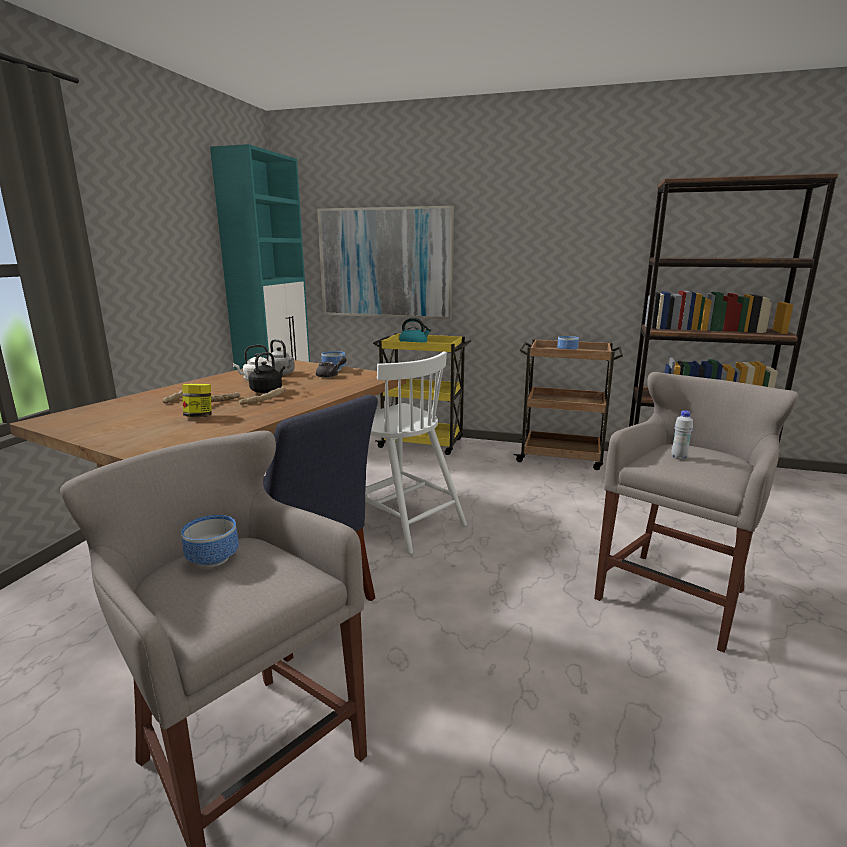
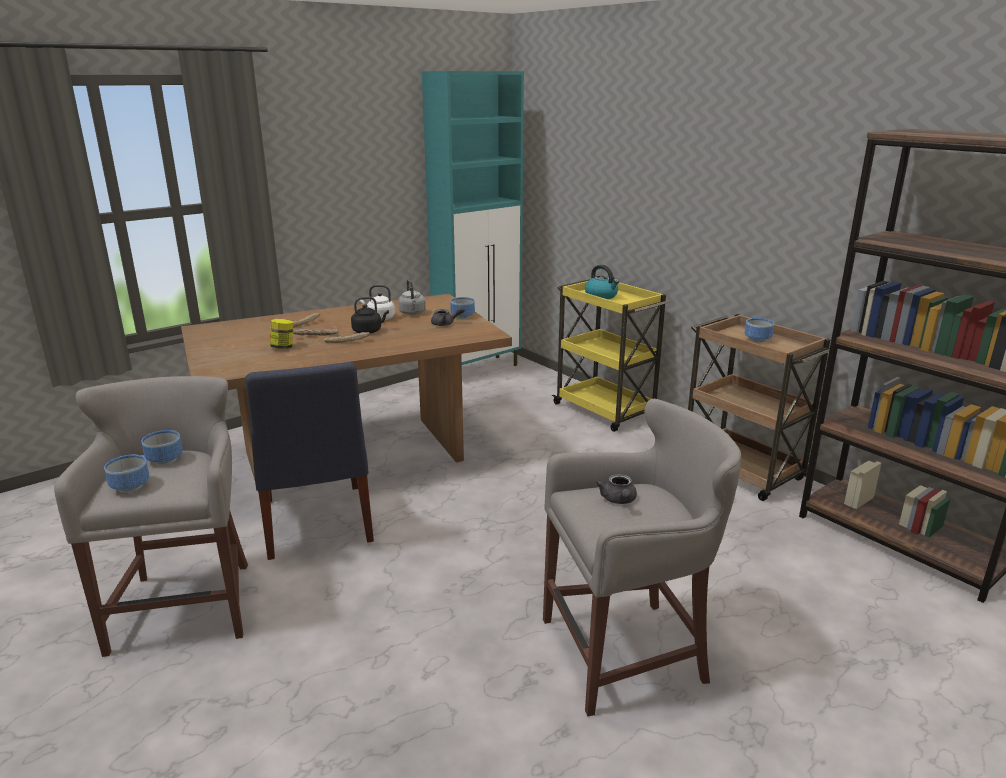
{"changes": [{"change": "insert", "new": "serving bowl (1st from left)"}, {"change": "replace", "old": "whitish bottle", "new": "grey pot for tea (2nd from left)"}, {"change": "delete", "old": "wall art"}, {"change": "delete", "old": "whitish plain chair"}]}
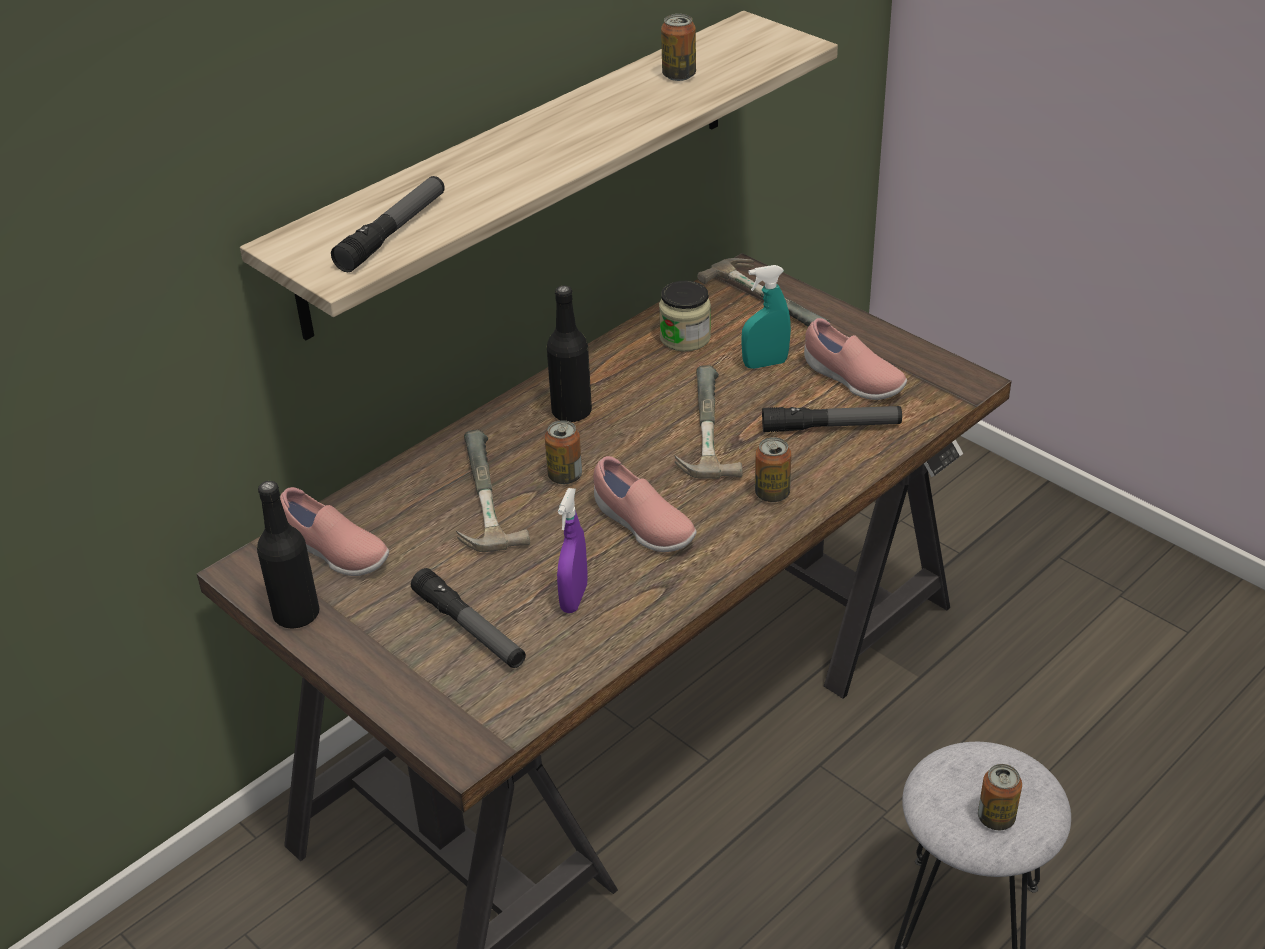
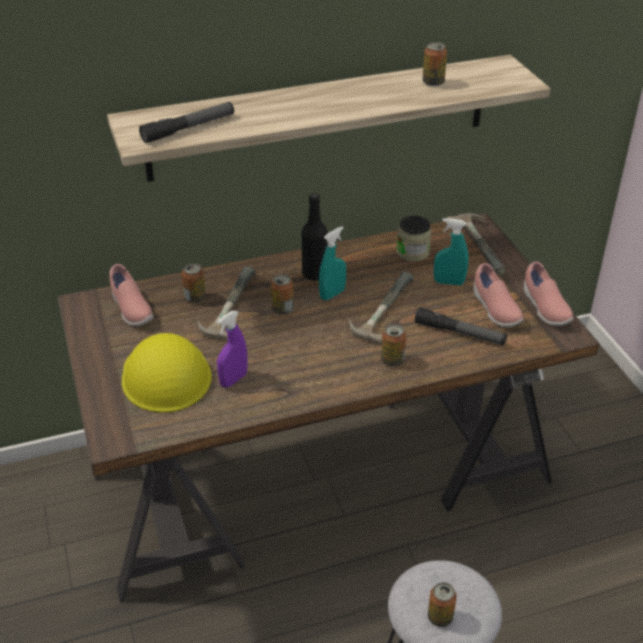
{"changes": [{"change": "replace", "old": "flashlight (2nd from left)", "new": "yellowish hard hat"}, {"change": "insert", "new": "metal can (1st from left)"}, {"change": "insert", "new": "blue-green sprayer (1st from left)"}, {"change": "move", "old": "pink low shoe (2nd from left in the first image)", "new": "pink low shoe (3rd from left)"}, {"change": "delete", "old": "blackish bottle (1st from left)"}]}
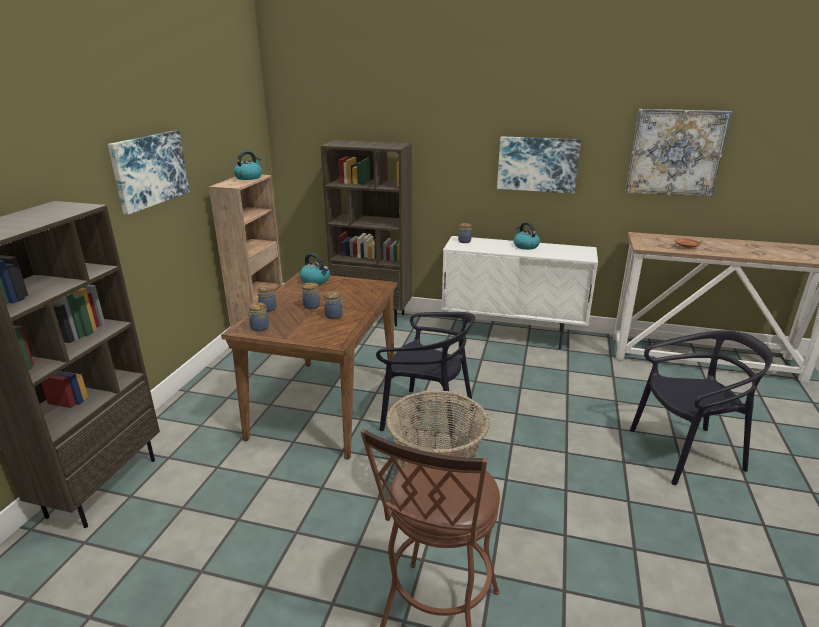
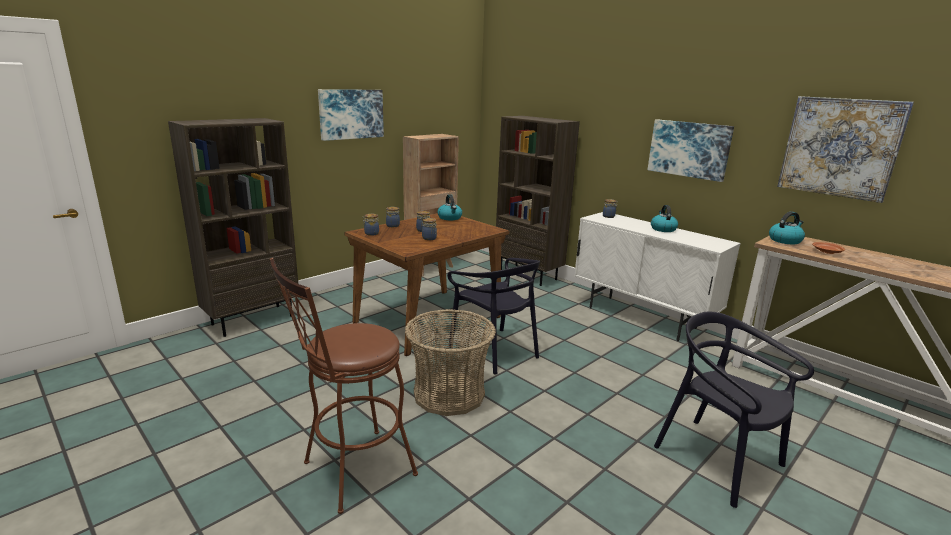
{"changes": [{"change": "rotate", "old": "blackish plain chair (2nd from left)", "degrees": -150}, {"change": "move", "old": "water kettle (1st from left in the first image)", "new": "water kettle (3rd from left)"}]}
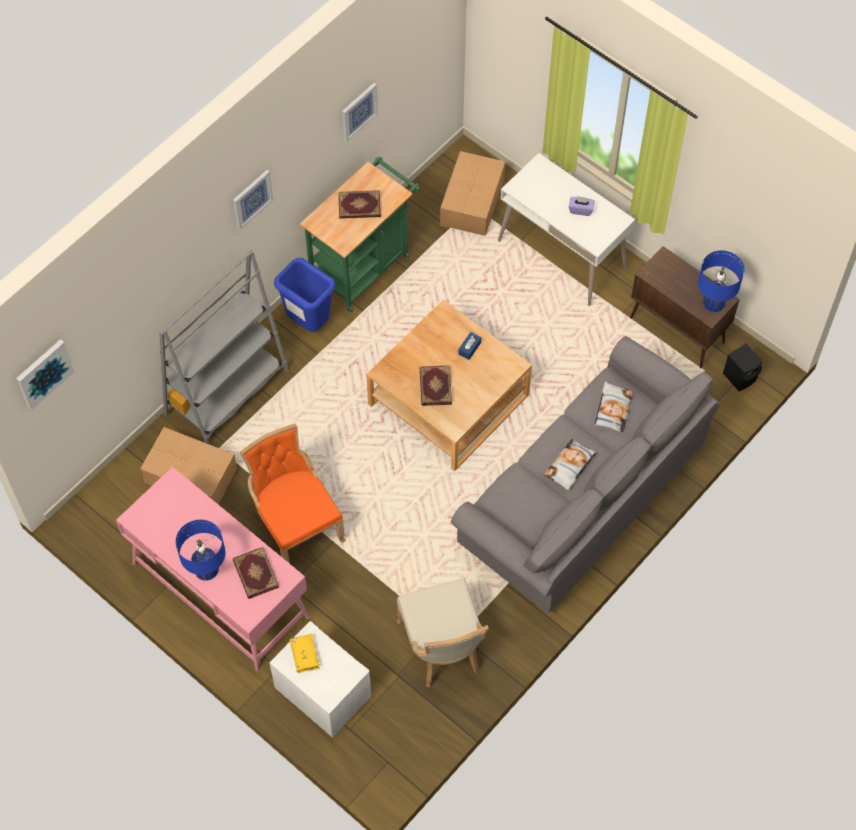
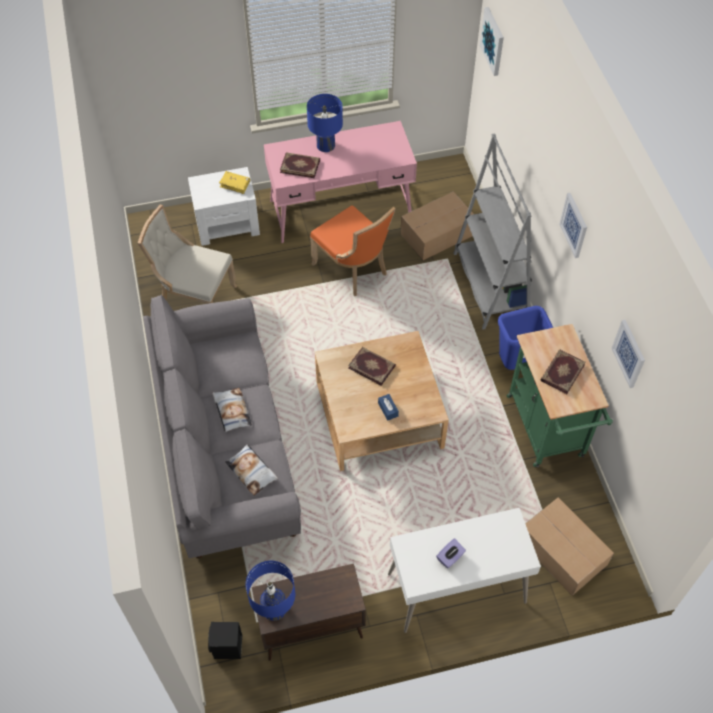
{"changes": [{"change": "rotate", "old": "orange plain chair", "degrees": 45}]}
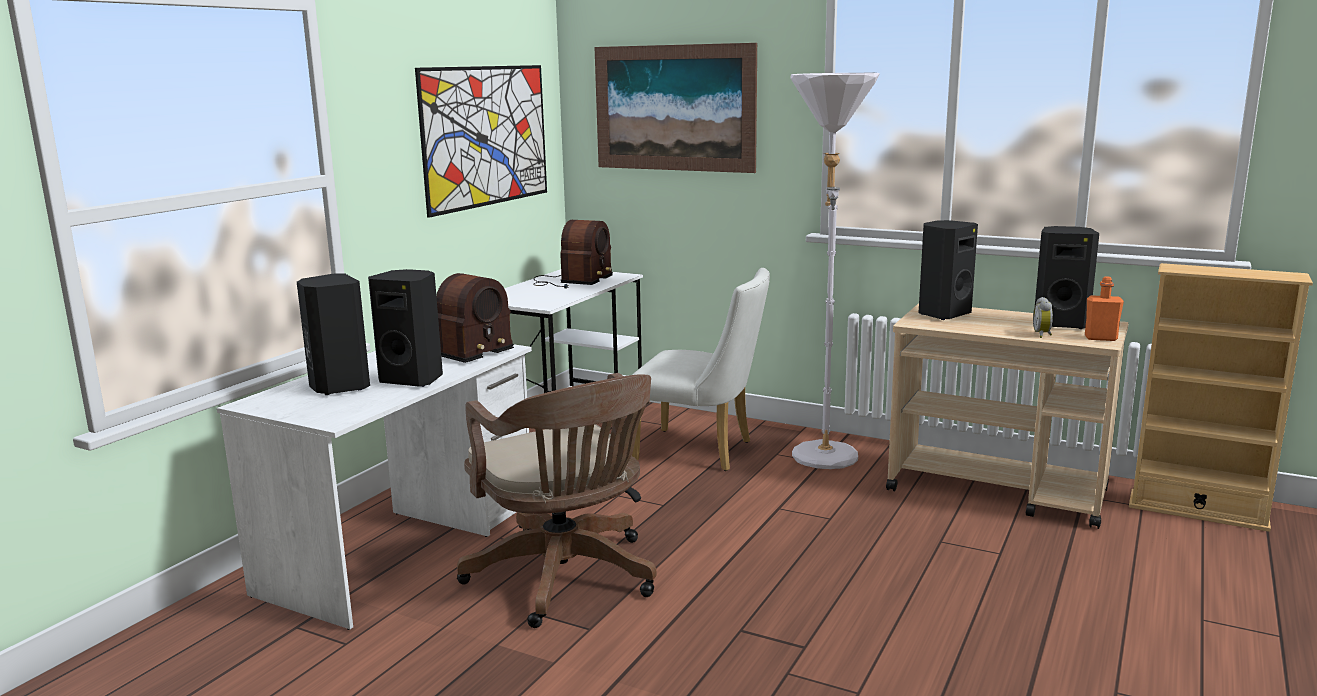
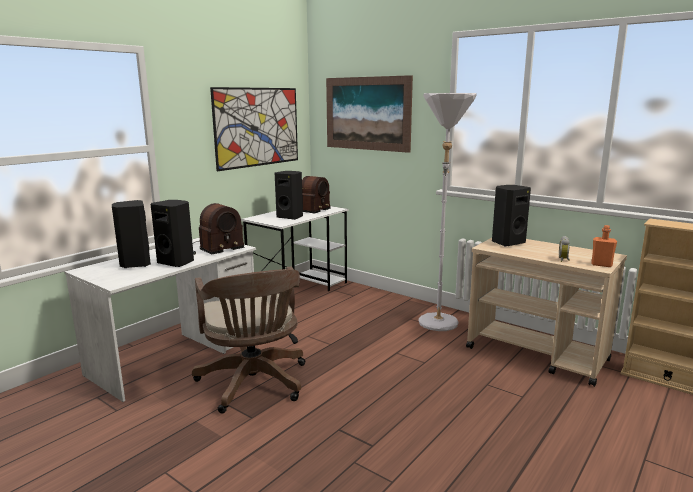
{"changes": [{"change": "move", "old": "blackish speaker (4th from left in the first image)", "new": "blackish speaker (3rd from left)"}, {"change": "delete", "old": "whitish plain chair"}]}
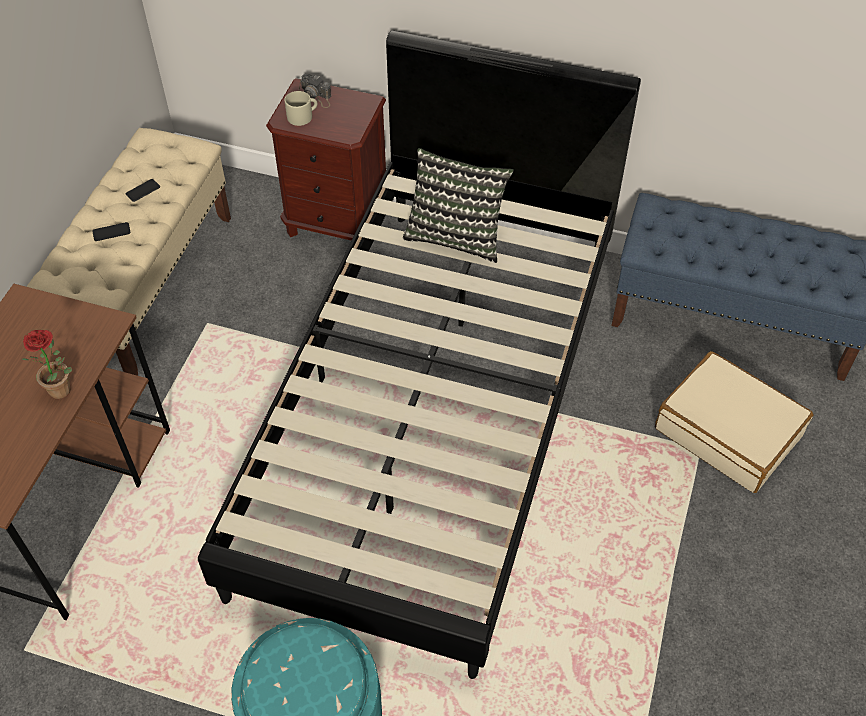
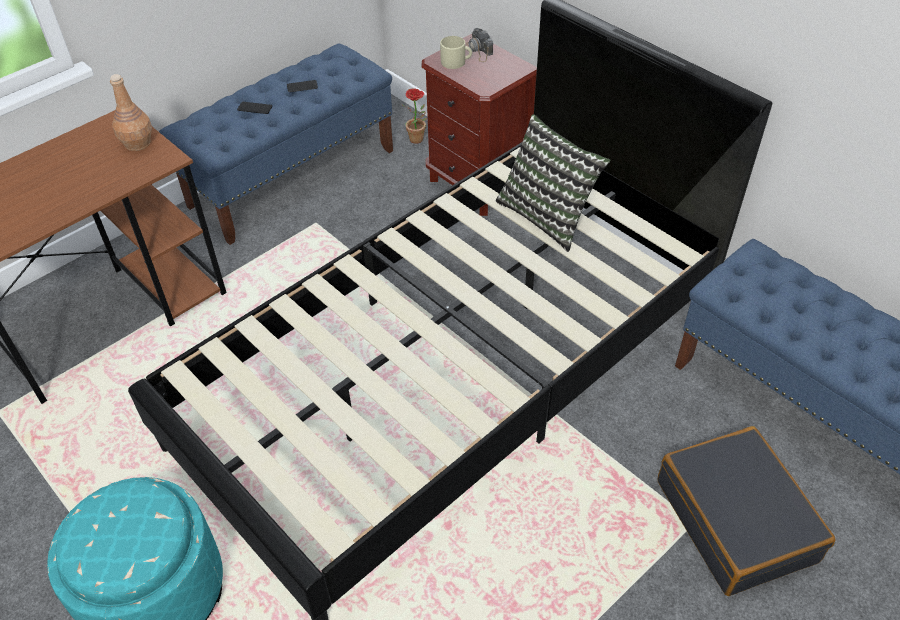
{"changes": [{"change": "insert", "new": "brownish bottle"}, {"change": "recolor", "old": "beige indoor bench", "new": "bluish indoor bench (1st from left)"}, {"change": "move", "old": "potted plant"}, {"change": "recolor", "old": "beige suitcase", "new": "blackish suitcase"}]}
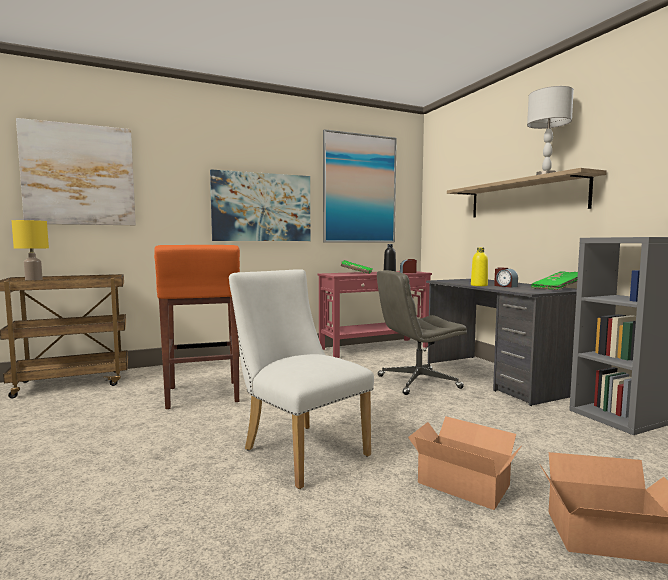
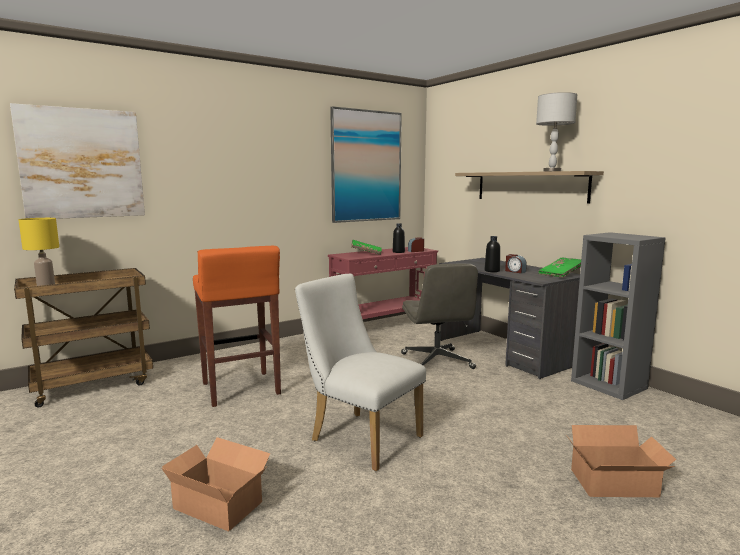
{"changes": [{"change": "move", "old": "packing box (1st from left)"}, {"change": "rotate", "old": "grey office chair", "degrees": -75}, {"change": "recolor", "old": "yellowish bottle", "new": "blackish bottle (2nd from left)"}, {"change": "delete", "old": "wall art (2nd from left)"}]}
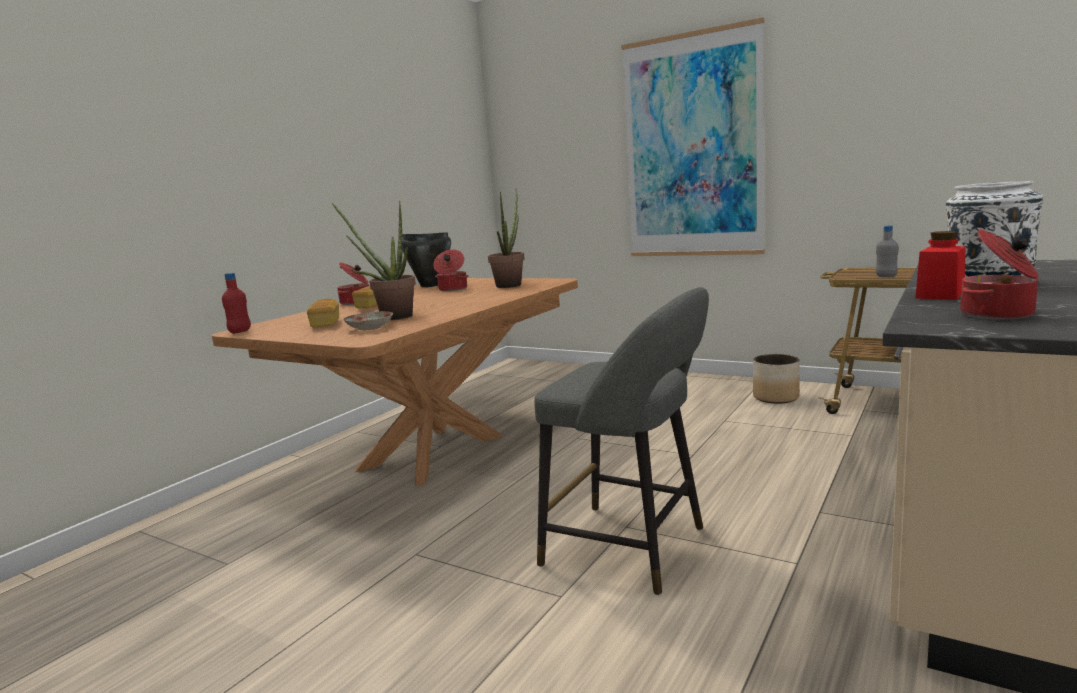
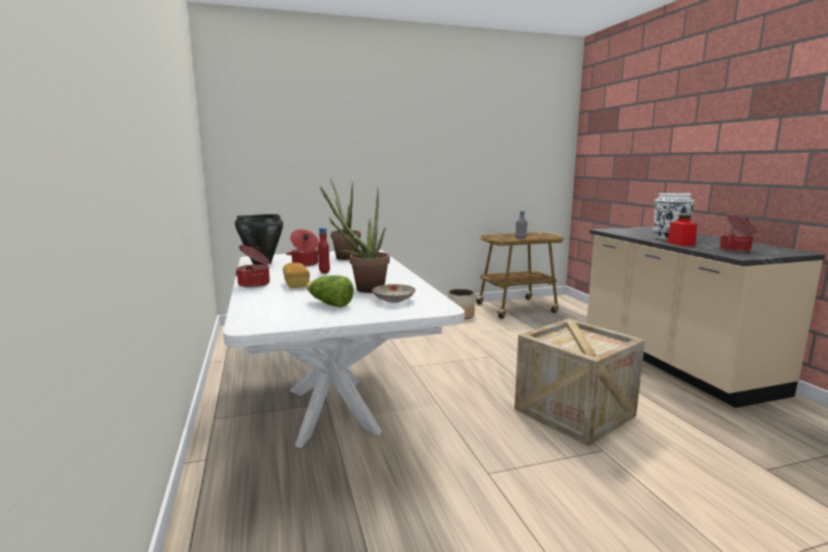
{"changes": [{"change": "recolor", "old": "brownish dinner table", "new": "whitish dinner table"}, {"change": "replace", "old": "baked bread (1st from left)", "new": "head of lettuce"}, {"change": "move", "old": "red bottle"}, {"change": "replace", "old": "grey stool", "new": "crate"}, {"change": "delete", "old": "wall art"}]}
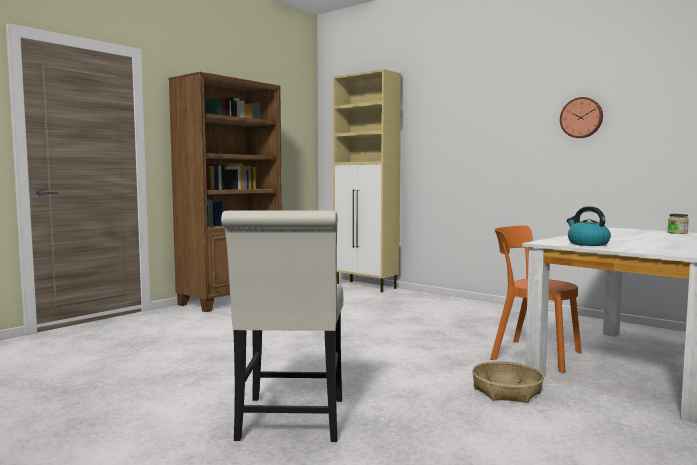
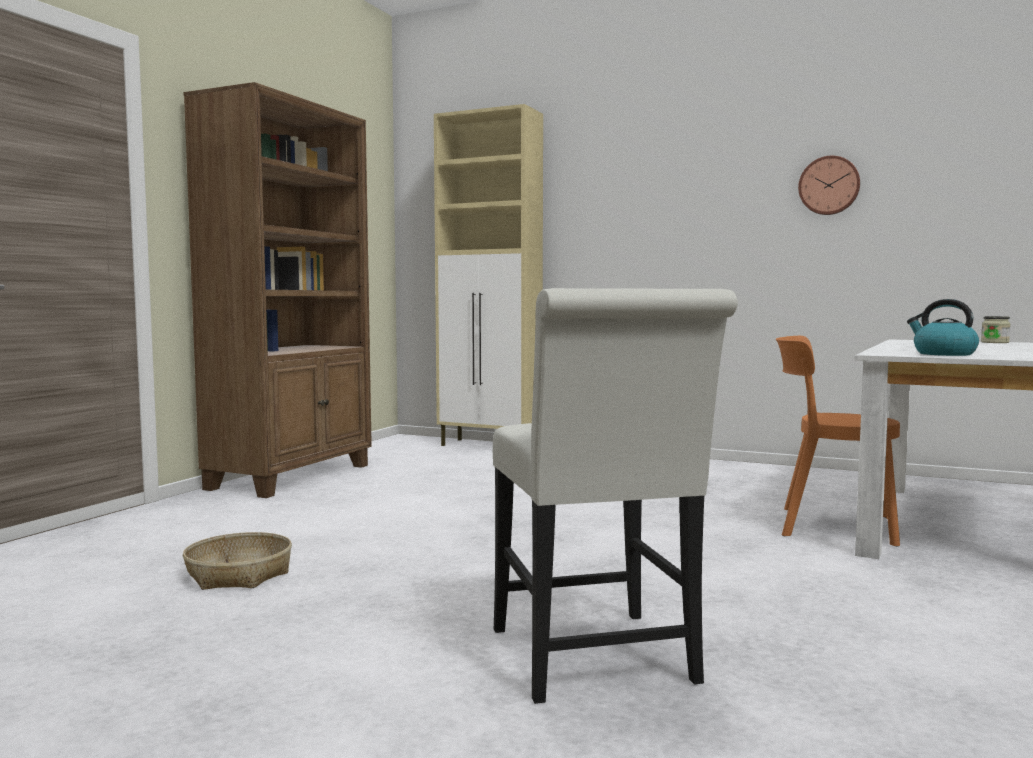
{"changes": [{"change": "move", "old": "storage basket"}]}
